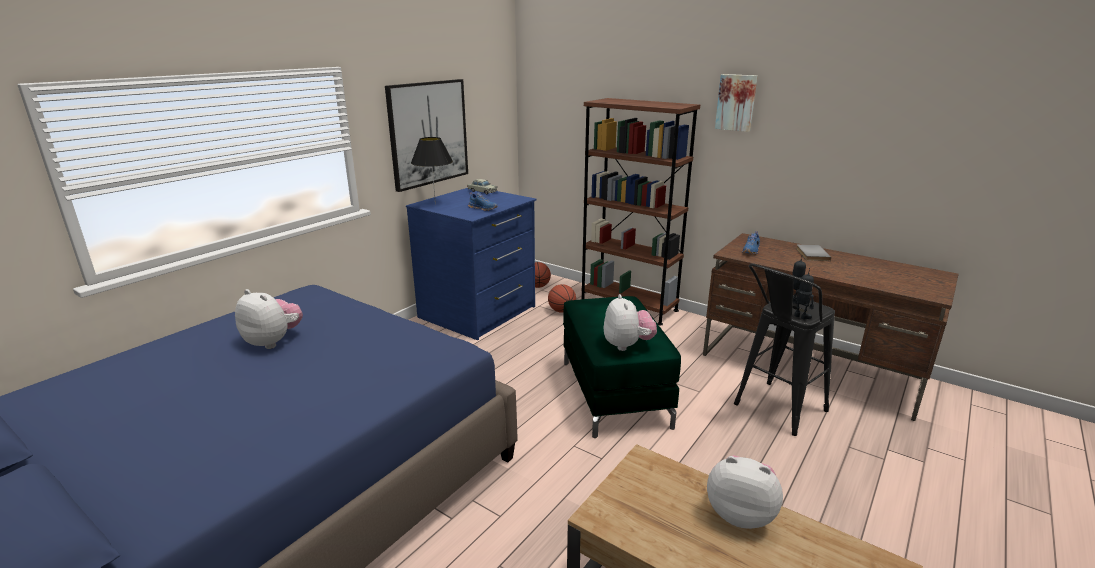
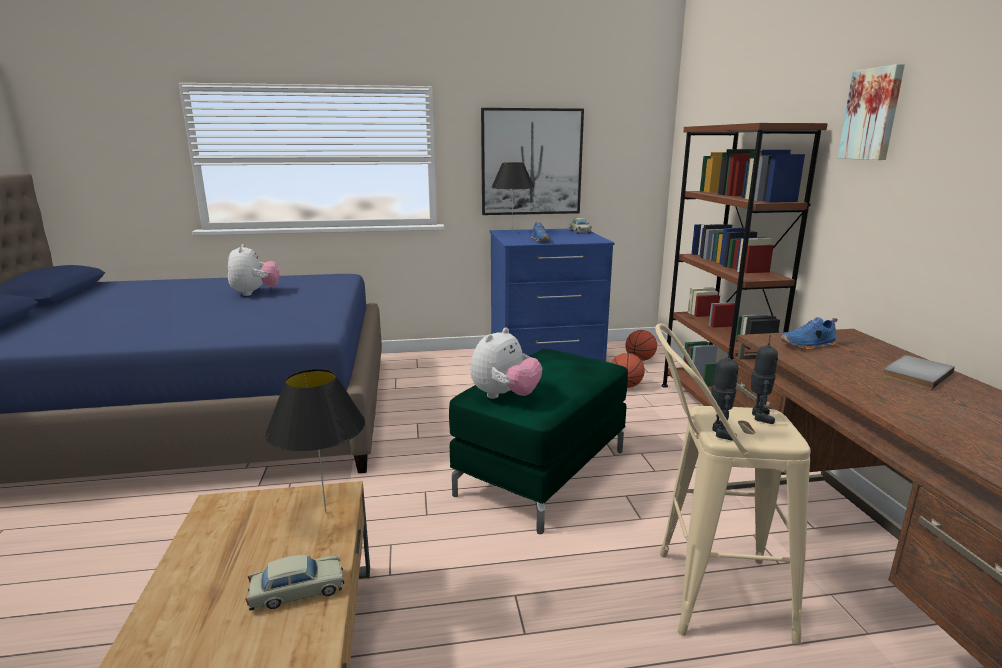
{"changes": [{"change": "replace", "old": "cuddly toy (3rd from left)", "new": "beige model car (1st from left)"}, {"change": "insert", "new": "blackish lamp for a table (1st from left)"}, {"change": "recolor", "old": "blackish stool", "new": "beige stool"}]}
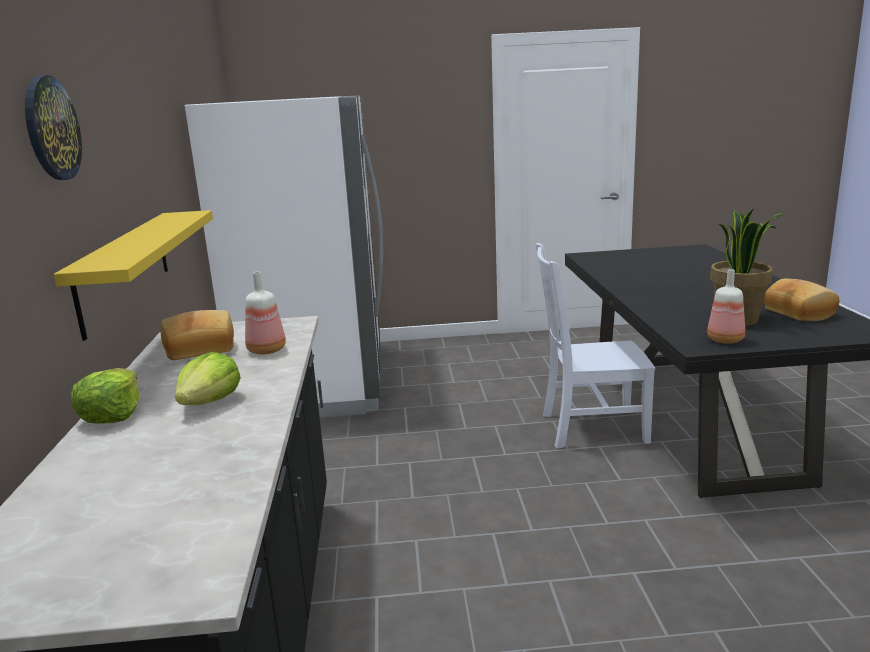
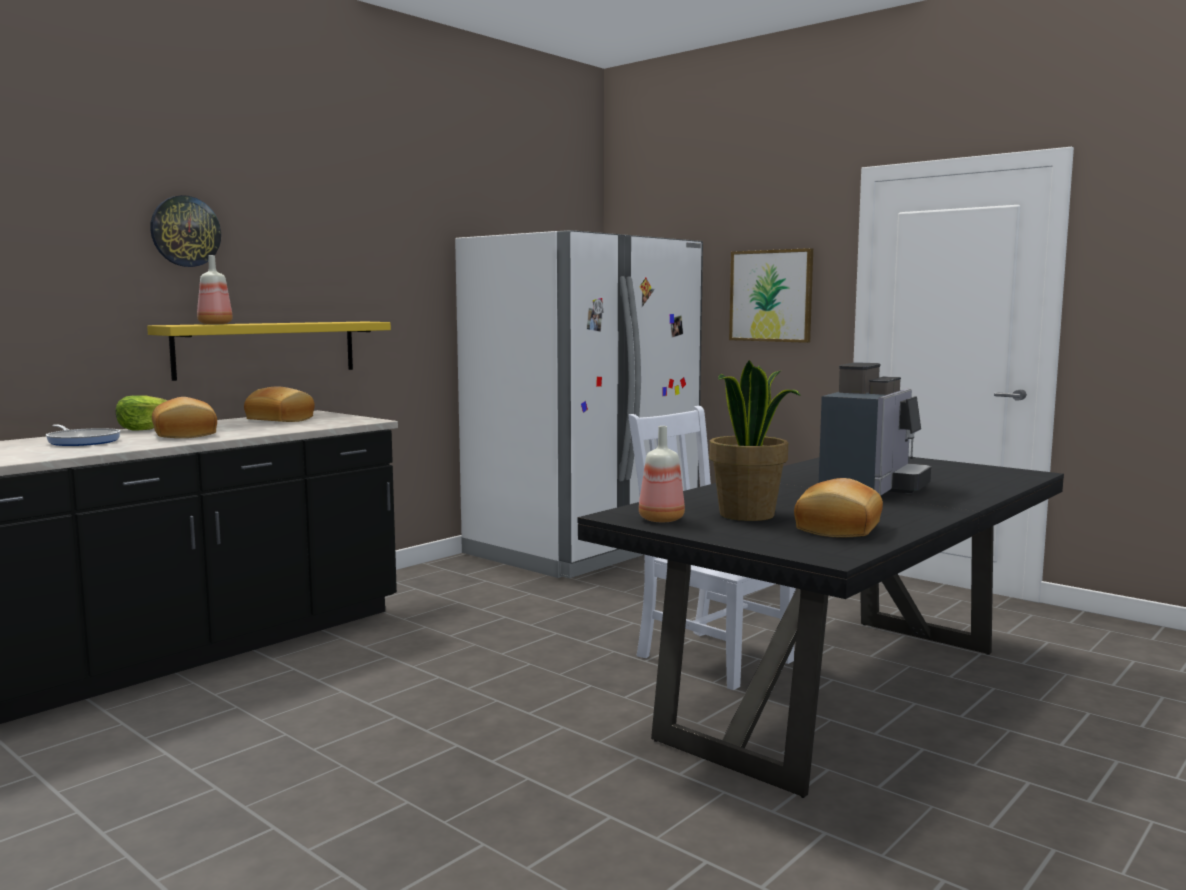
{"changes": [{"change": "insert", "new": "pan"}, {"change": "replace", "old": "head of lettuce (2nd from left)", "new": "baked bread (1st from left)"}, {"change": "move", "old": "bottle (1st from left)"}, {"change": "insert", "new": "wall art"}, {"change": "insert", "new": "coffee maker"}]}
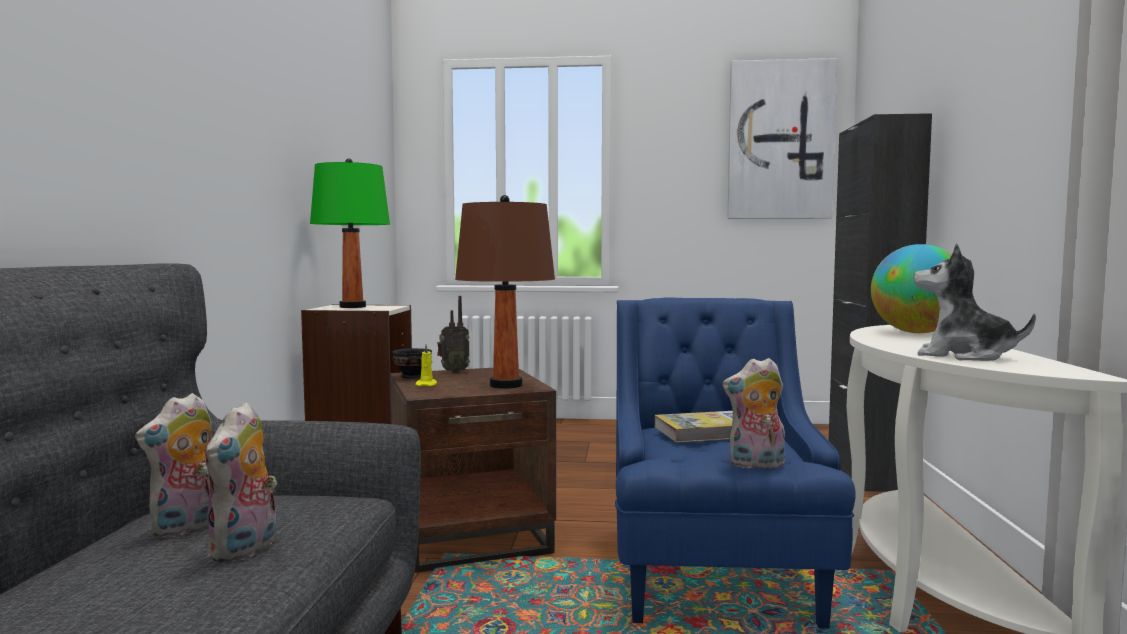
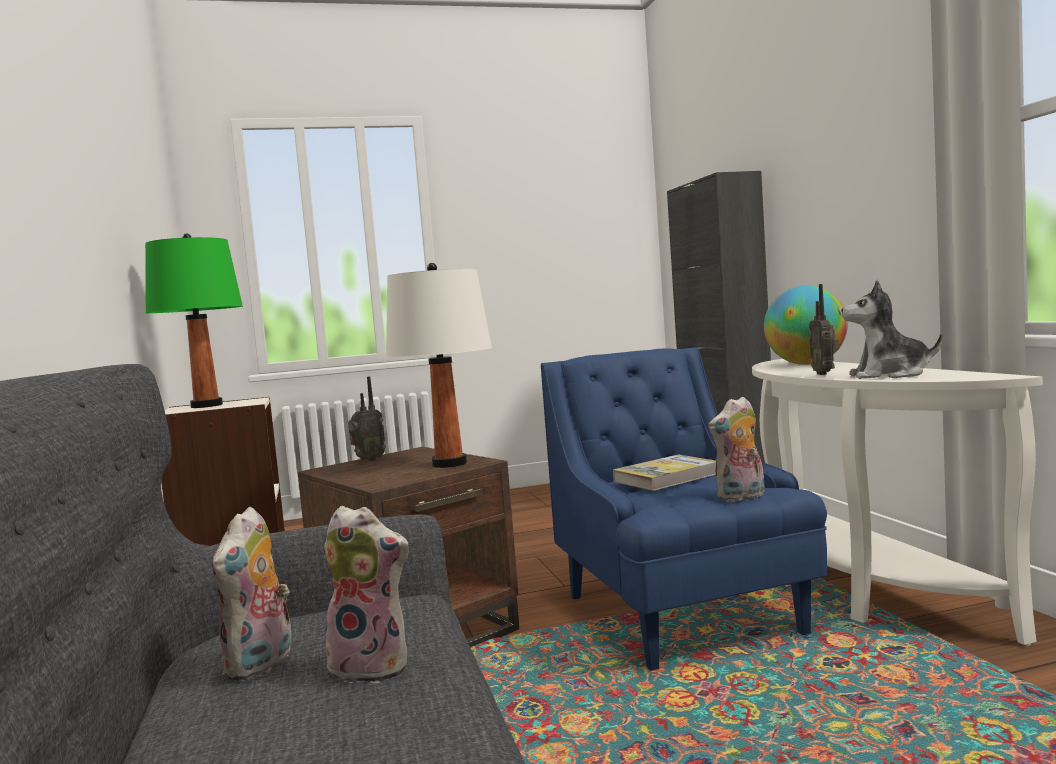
{"changes": [{"change": "rotate", "old": "cuddly toy (2nd from left)", "degrees": -60}, {"change": "recolor", "old": "brownish lamp for a table", "new": "whitish lamp for a table"}, {"change": "insert", "new": "radio (2nd from left)"}, {"change": "delete", "old": "blackish serving bowl"}, {"change": "delete", "old": "yellowish wax candle"}, {"change": "delete", "old": "wall art"}]}
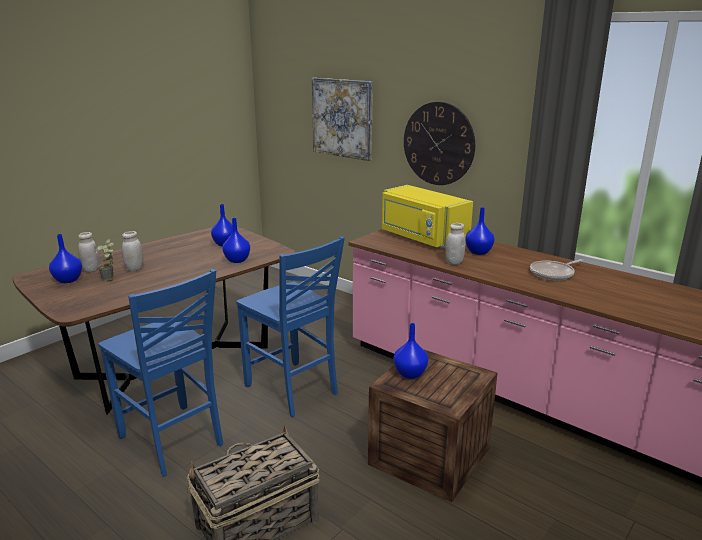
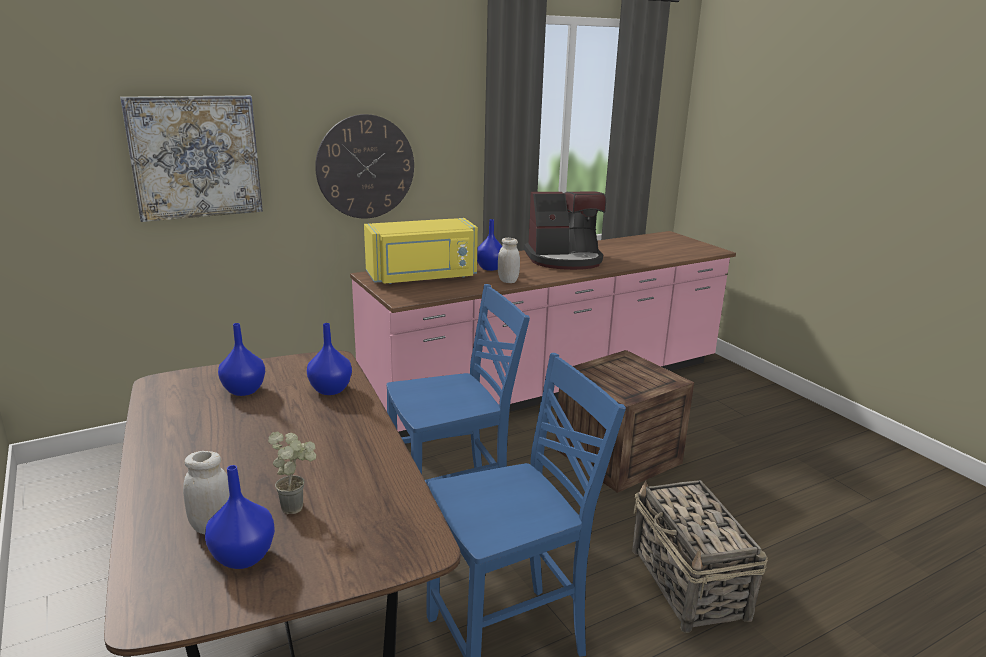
{"changes": [{"change": "replace", "old": "pan", "new": "coffee maker"}, {"change": "delete", "old": "whitish storage jar (2nd from left)"}, {"change": "delete", "old": "bluish flower vase (4th from left)"}]}
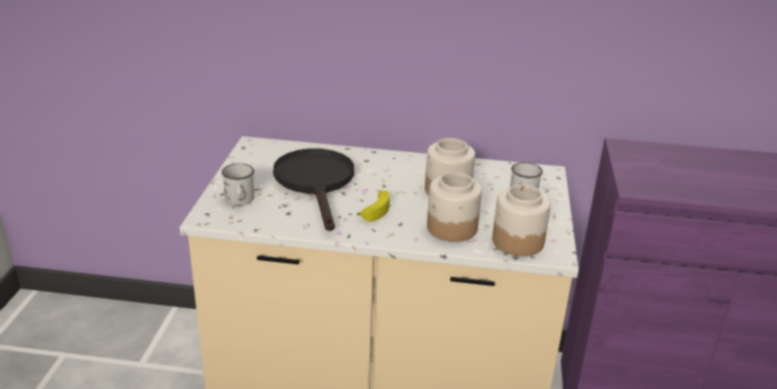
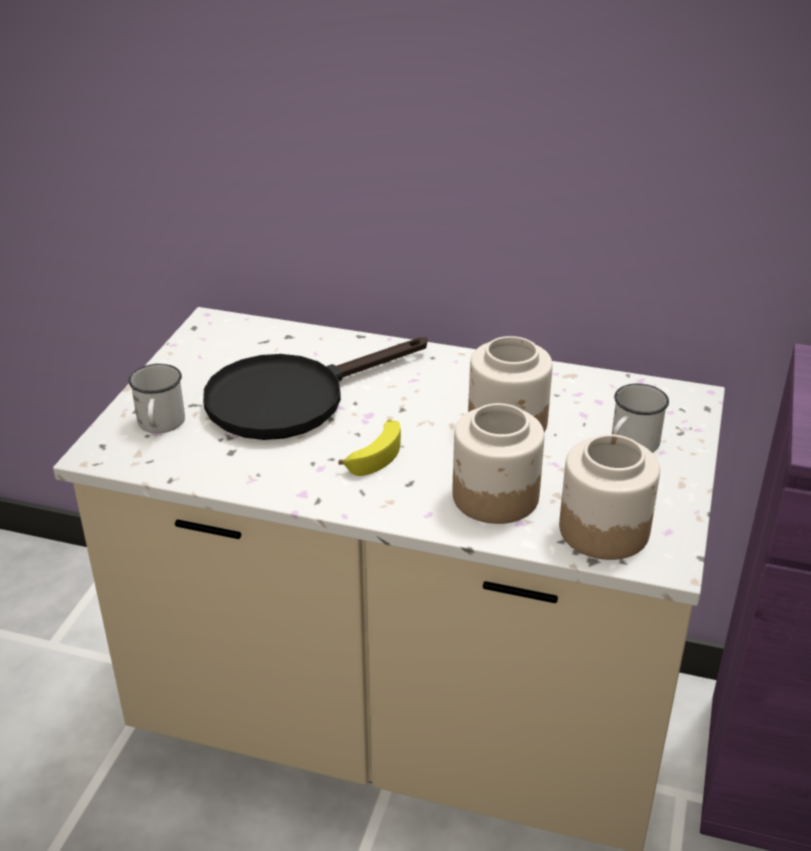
{"changes": [{"change": "rotate", "old": "blackish pan", "degrees": -120}]}
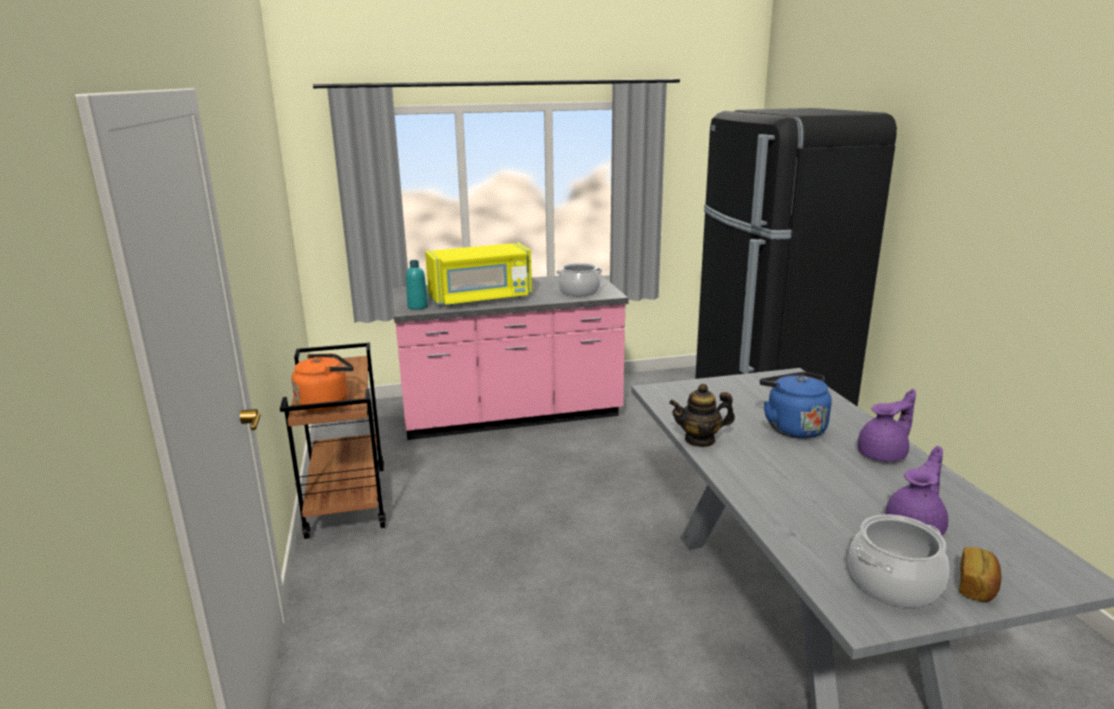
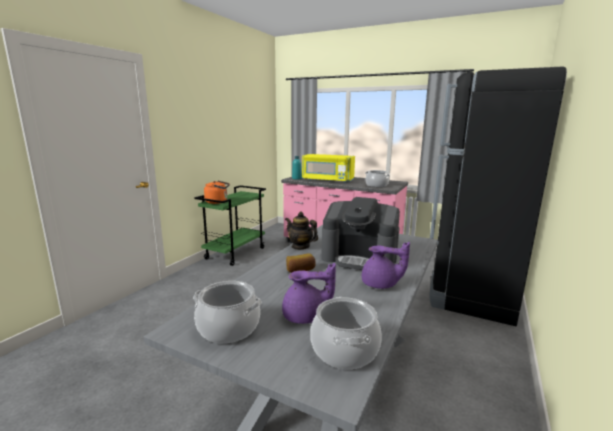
{"changes": [{"change": "recolor", "old": "brownish trolley", "new": "greenish trolley"}, {"change": "move", "old": "baked bread"}, {"change": "insert", "new": "cooking pot (2nd from left)"}, {"change": "replace", "old": "bluish water kettle", "new": "coffee maker"}]}
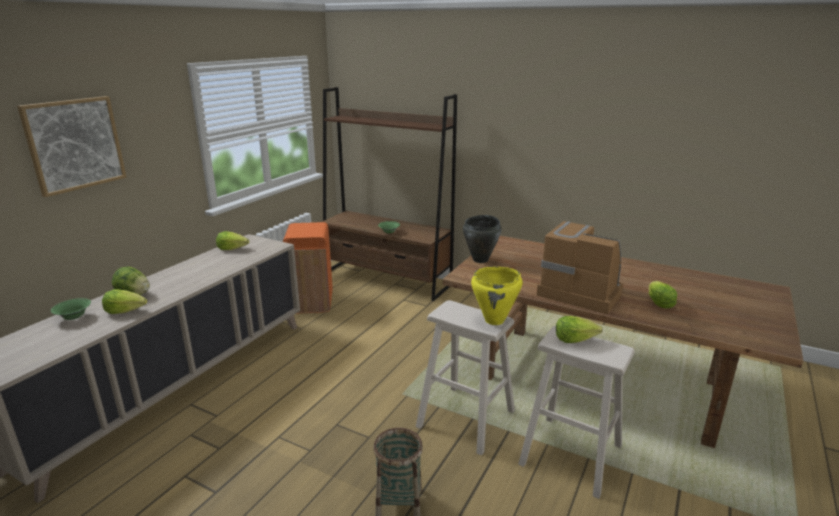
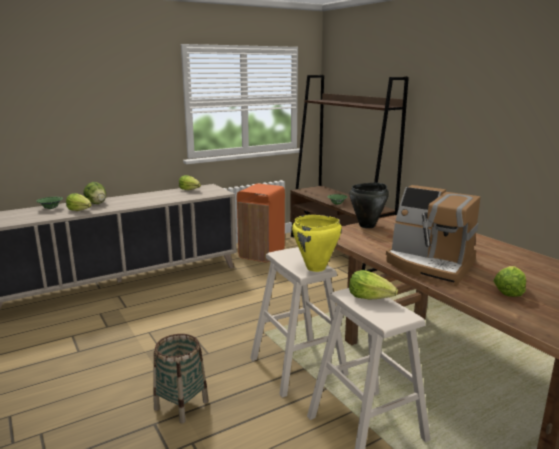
{"changes": [{"change": "rotate", "old": "coffee maker", "degrees": 150}, {"change": "delete", "old": "wall art"}]}
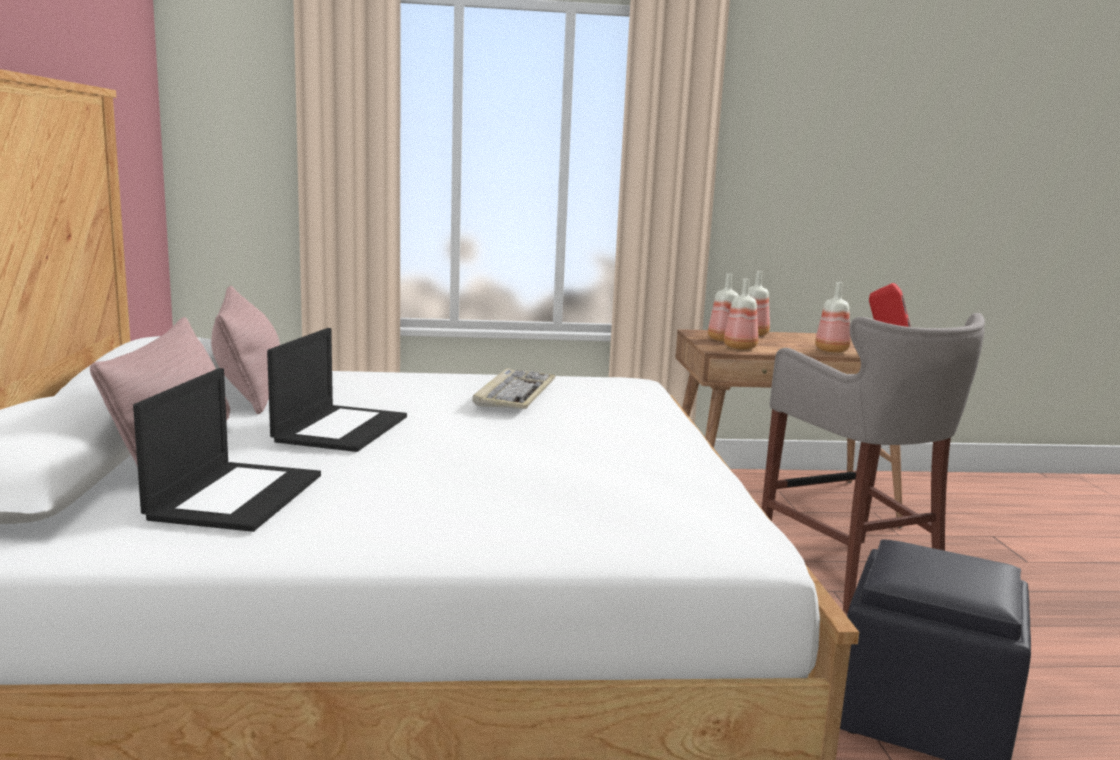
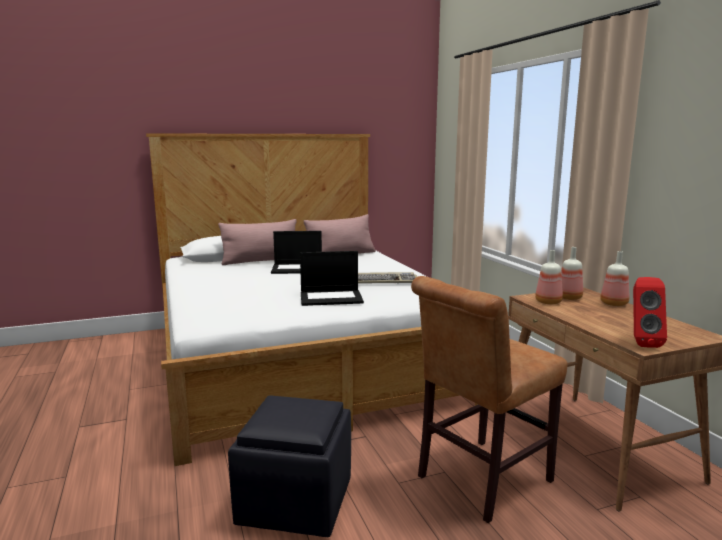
{"changes": [{"change": "move", "old": "laptop (1st from left in the first image)", "new": "laptop (2nd from left)"}, {"change": "replace", "old": "grey stool", "new": "brownish plain chair"}, {"change": "delete", "old": "bottle (4th from left)"}]}
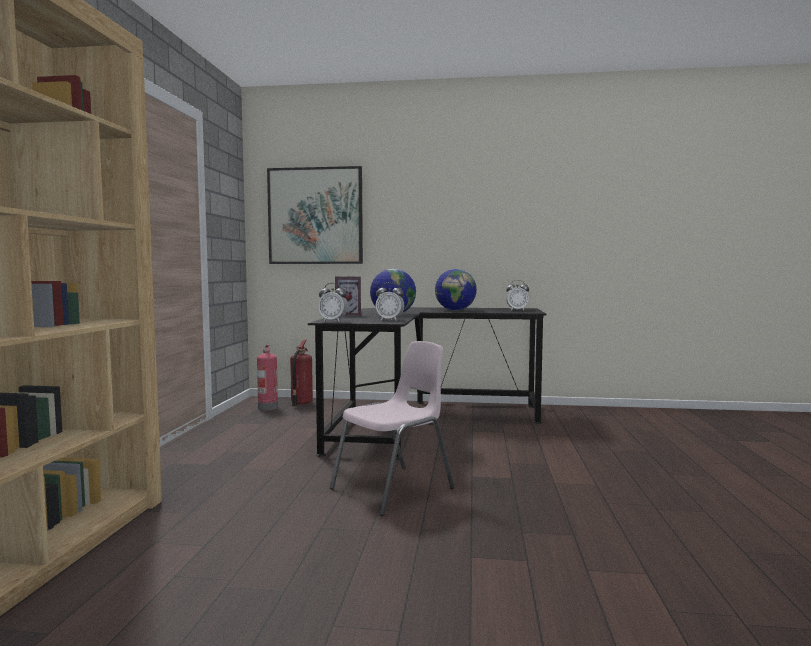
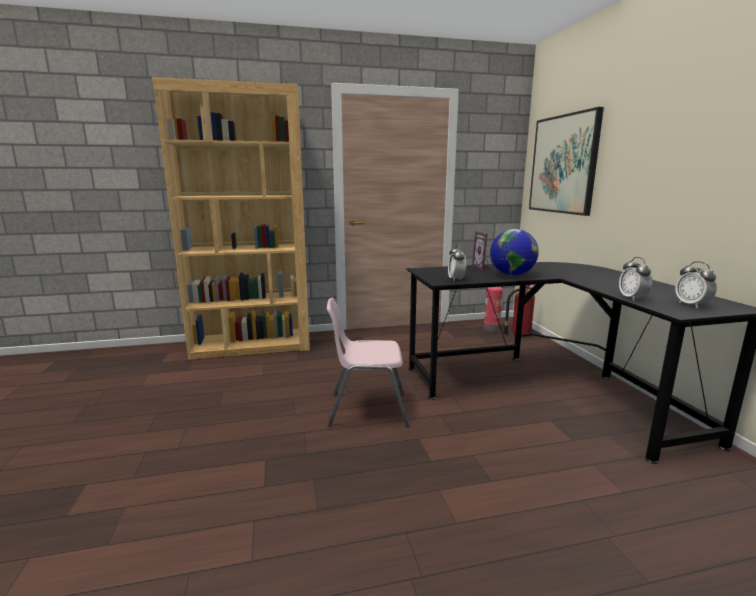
{"changes": [{"change": "rotate", "old": "pink plain chair", "degrees": 150}, {"change": "move", "old": "table clock (1st from left in the first image)", "new": "table clock (2nd from left)"}, {"change": "delete", "old": "world globe (2nd from left)"}]}
